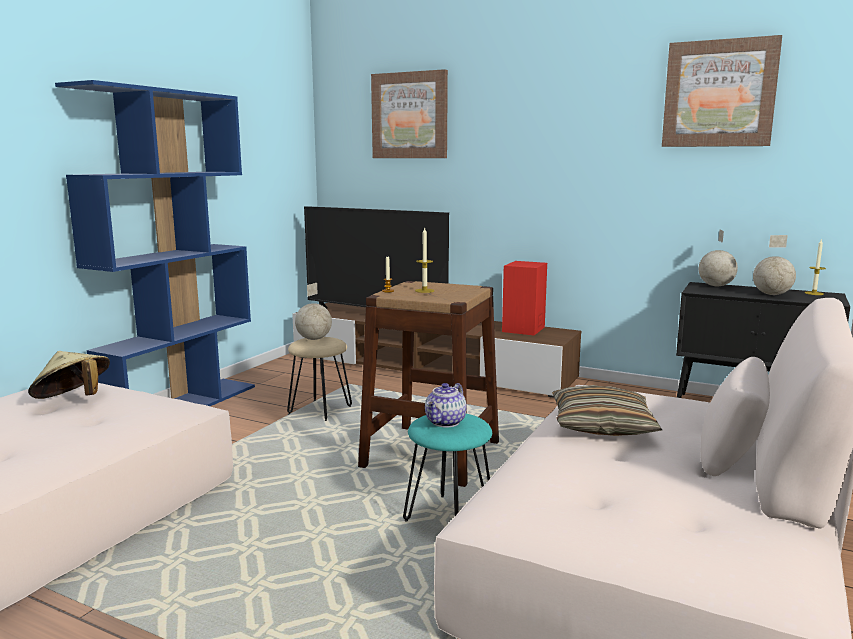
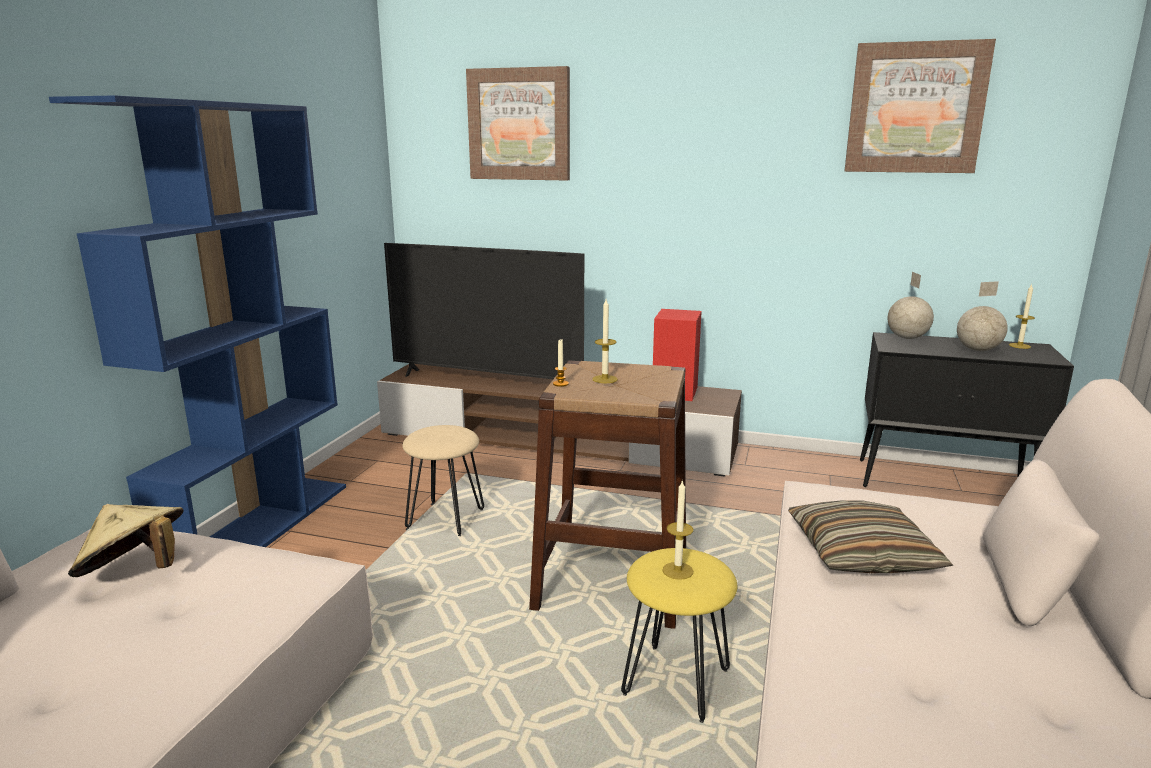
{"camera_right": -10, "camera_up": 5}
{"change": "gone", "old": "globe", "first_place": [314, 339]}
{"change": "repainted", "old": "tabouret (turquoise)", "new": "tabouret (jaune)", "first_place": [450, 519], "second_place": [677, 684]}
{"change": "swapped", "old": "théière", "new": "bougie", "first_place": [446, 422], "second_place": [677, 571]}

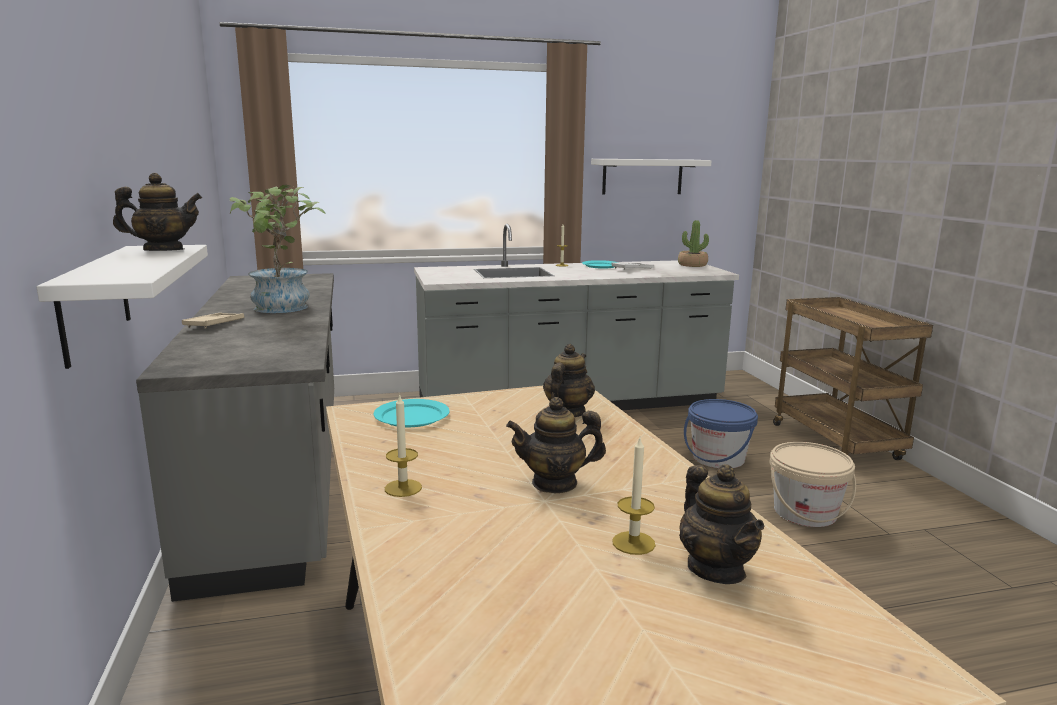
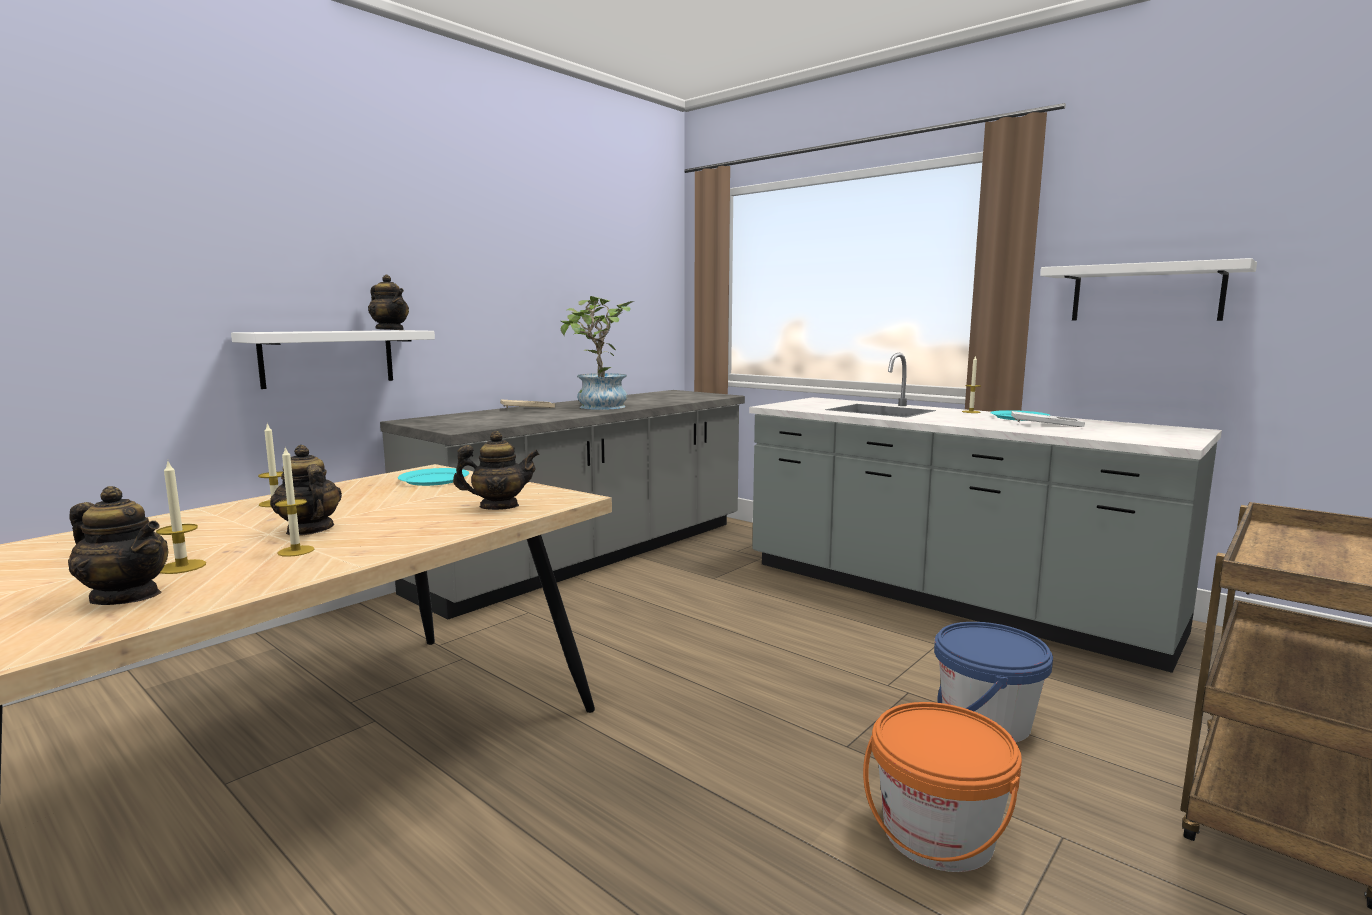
{"camera_right": 55, "camera_up": -5}
{"change": "gone", "old": "plante en pot", "first_place": [692, 265]}
{"change": "rotated", "old": "théière", "first_place": [716, 569], "second_place": [126, 597], "degrees": -105}
{"change": "repainted", "old": "seau (beige)", "new": "seau (orange)", "first_place": [805, 512], "second_place": [937, 834]}
{"change": "new", "new": "bougie", "second_place": [296, 551]}

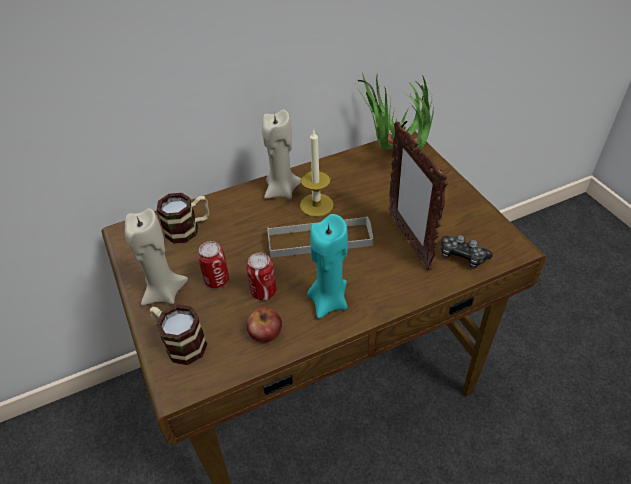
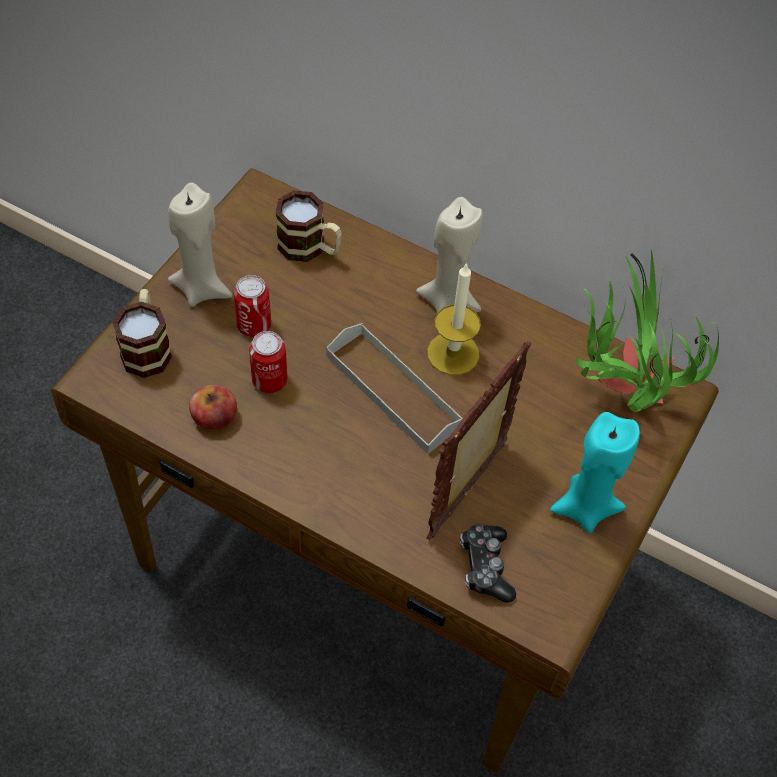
{"camera_right": 50, "camera_up": 10}
{"change": "shifted", "old": "bougie (turquoise)", "first_place": [328, 301], "second_place": [585, 507]}

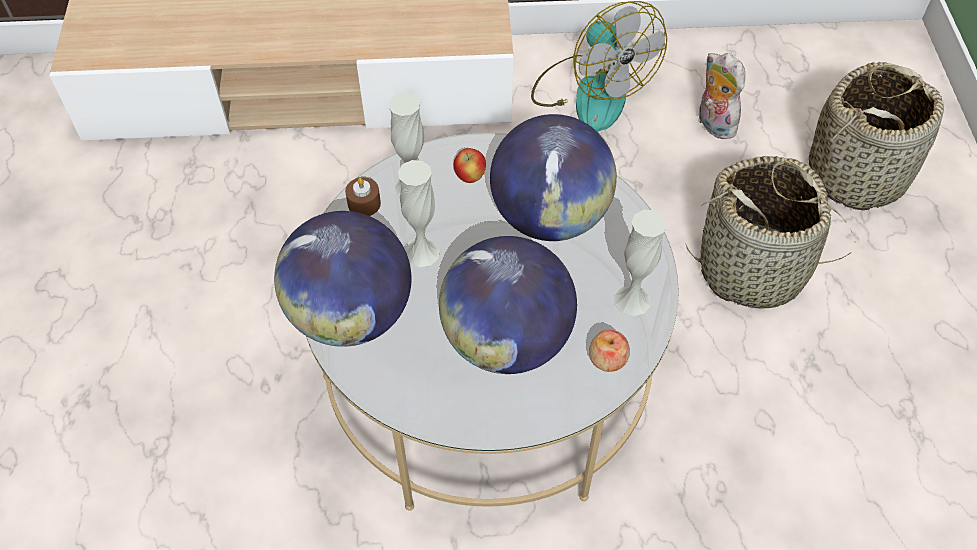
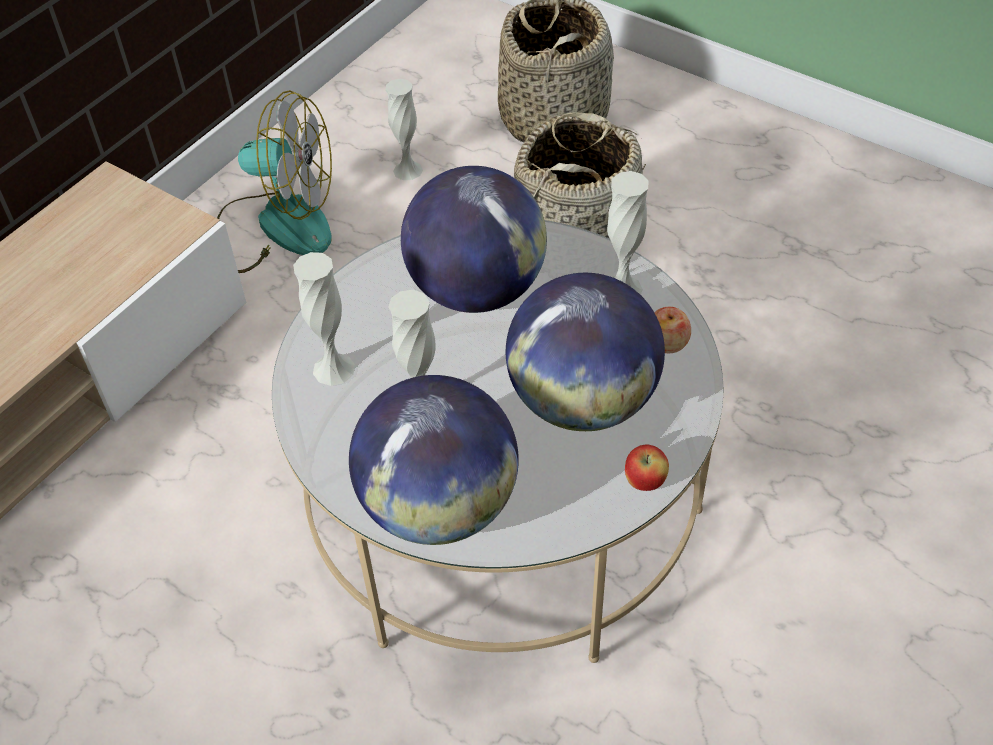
{"camera_right": -50, "camera_up": -5}
{"change": "gone", "old": "bougie (marron)", "first_place": [364, 203]}
{"change": "shifted", "old": "pomme", "first_place": [470, 177], "second_place": [645, 481]}
{"change": "swapped", "old": "peluche", "new": "vase (blanc)", "first_place": [712, 124], "second_place": [408, 170]}

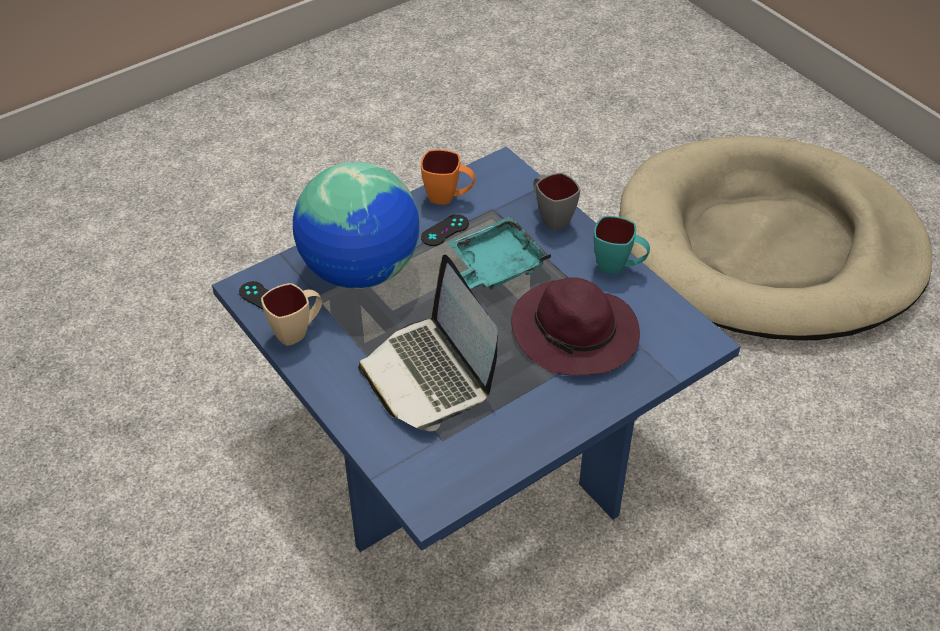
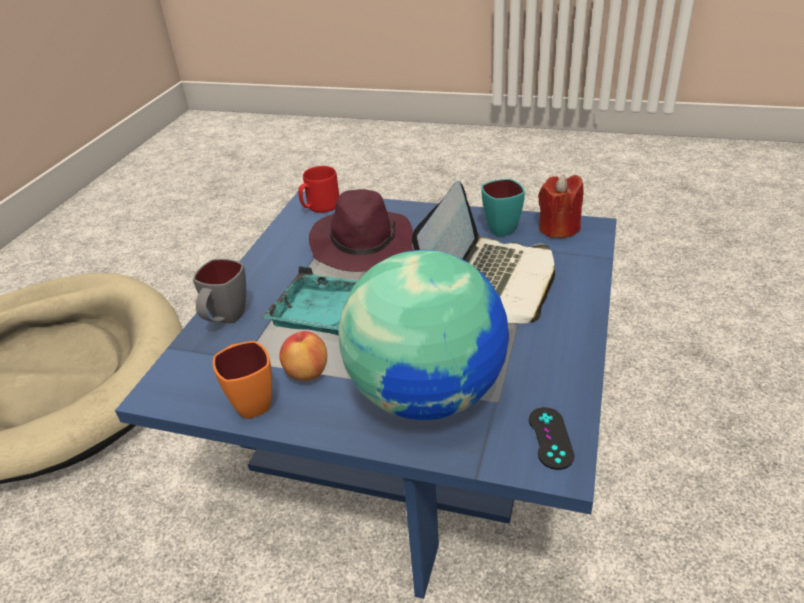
{"camera_right": -125, "camera_up": -10}
{"change": "gone", "old": "mug (beige)", "first_place": [297, 331]}
{"change": "swapped", "old": "manette (noir)", "new": "pomme", "first_place": [445, 230], "second_place": [307, 372]}
{"change": "shifted", "old": "mug (turquoise)", "first_place": [618, 267], "second_place": [498, 226]}
{"change": "new", "new": "mug (rouge)", "second_place": [320, 206]}
{"change": "new", "new": "bougie (rouge)", "second_place": [558, 228]}

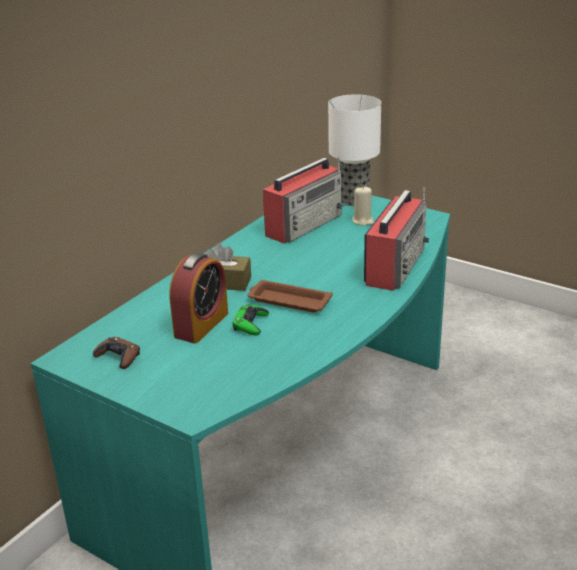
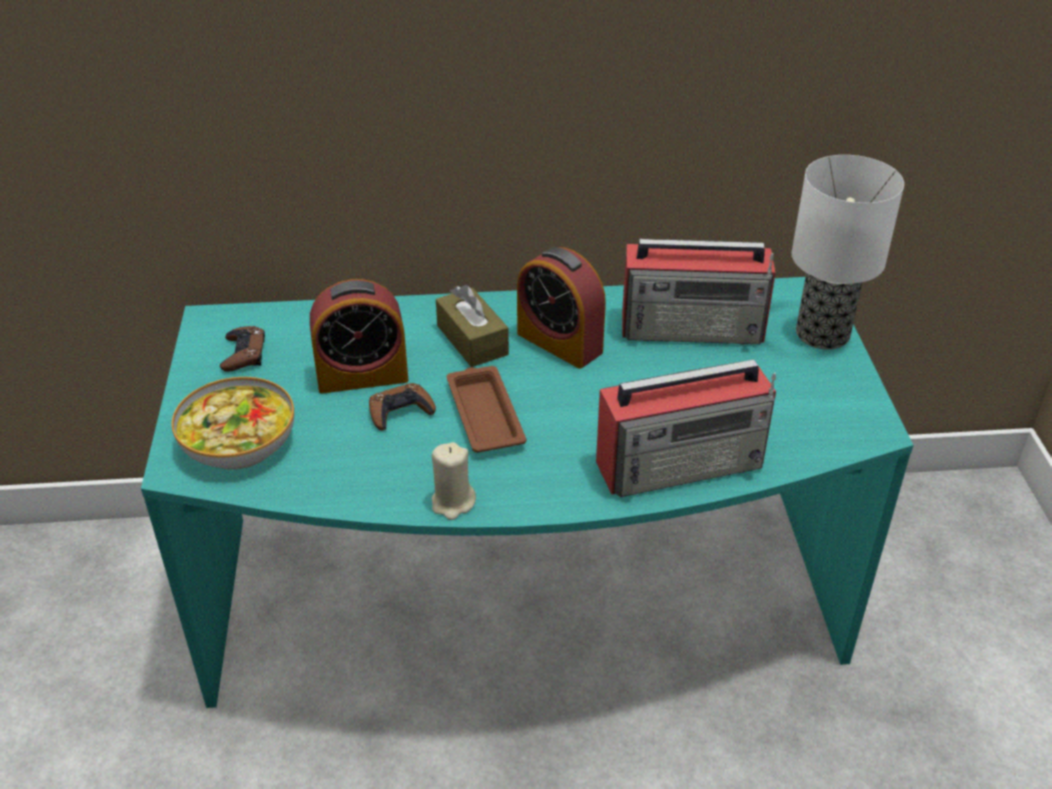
{"camera_right": 50, "camera_up": 10}
{"change": "repainted", "old": "manette (vert)", "new": "manette (marron)", "first_place": [250, 324], "second_place": [400, 412]}
{"change": "shifted", "old": "bougie (beige)", "first_place": [363, 221], "second_place": [453, 503]}
{"change": "new", "new": "bol", "second_place": [239, 443]}
{"change": "new", "new": "réveil", "second_place": [559, 342]}

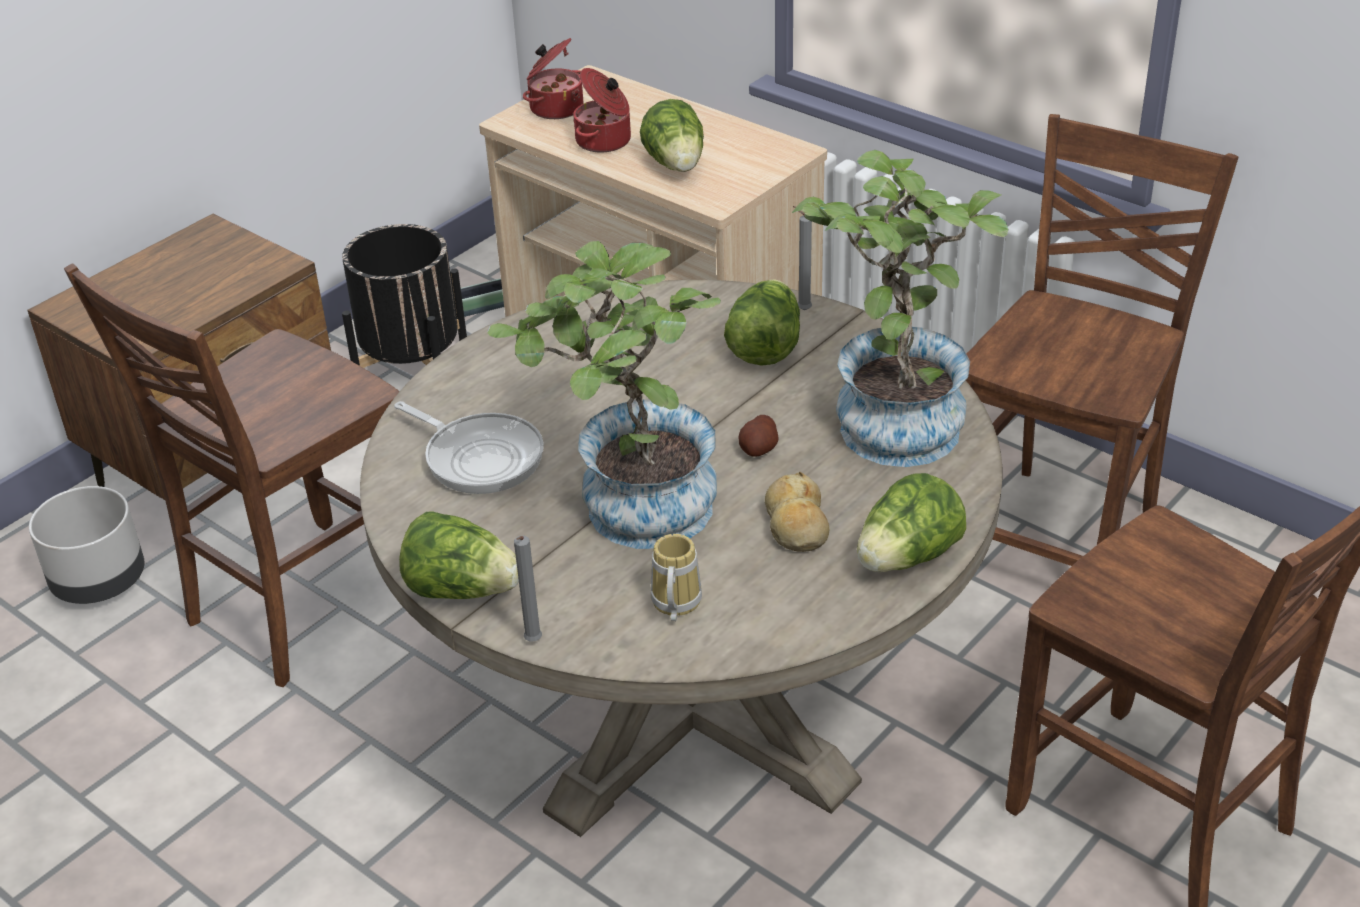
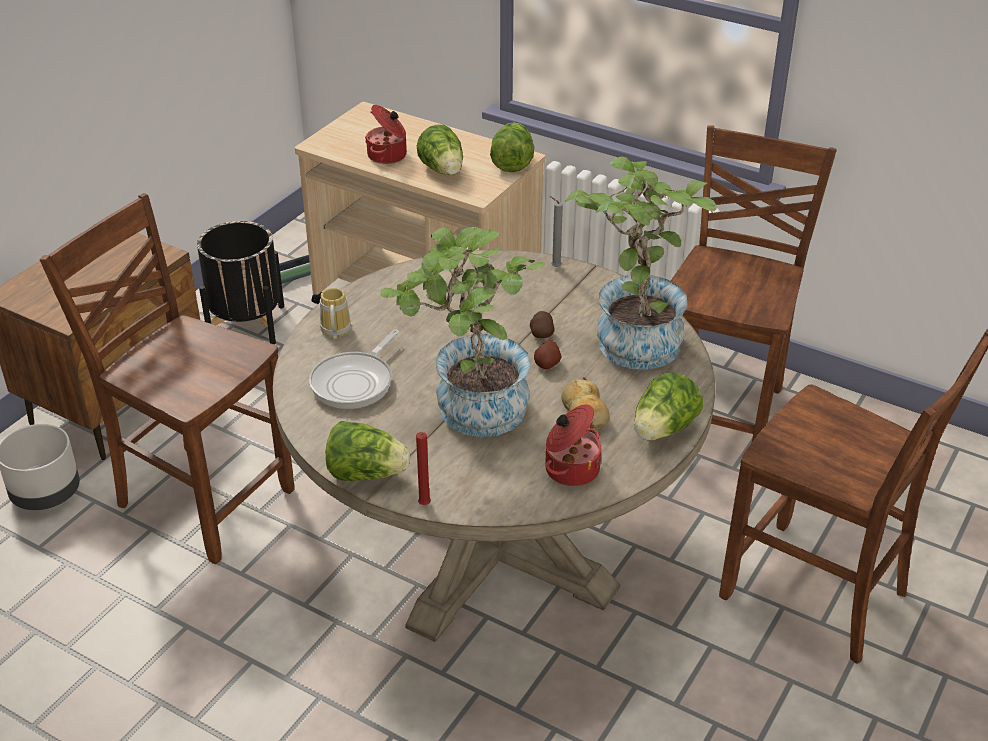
{"camera_right": -10, "camera_up": 0}
{"change": "rotated", "old": "chaise (marron)", "first_place": [303, 605], "second_place": [202, 498], "degrees": 90}
{"change": "rotated", "old": "poêle", "first_place": [479, 457], "second_place": [355, 382], "degrees": 90}
{"change": "repainted", "old": "bougie (gris)", "new": "bougie (rouge)", "first_place": [532, 643], "second_place": [424, 506]}
{"change": "shifted", "old": "marmite", "first_place": [555, 108], "second_place": [570, 469]}
{"change": "shifted", "old": "mug", "first_place": [673, 605], "second_place": [334, 332]}
{"change": "shifted", "old": "laitue", "first_place": [765, 347], "second_place": [512, 163]}
{"change": "new", "new": "pomme de terre", "second_place": [541, 333]}

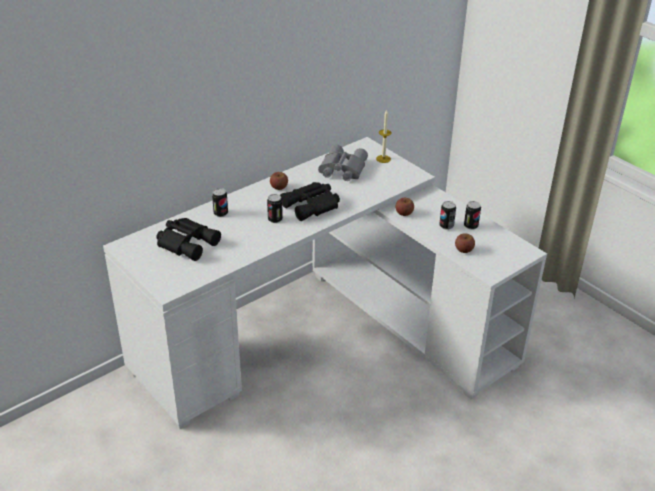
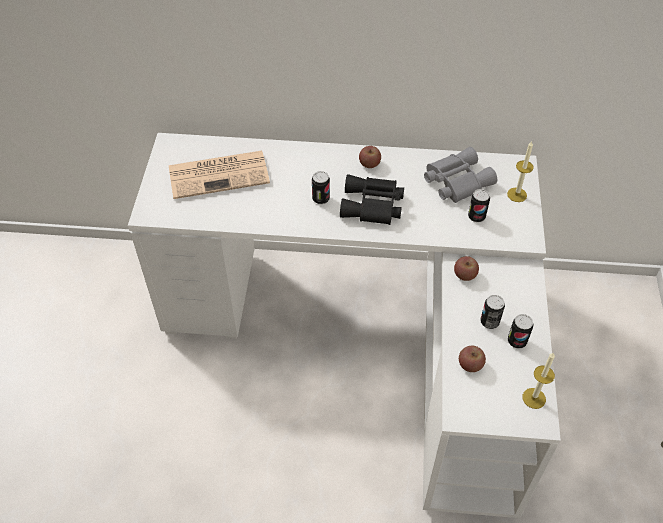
{"camera_right": 45, "camera_up": 15}
{"change": "swapped", "old": "jumelles (noir)", "new": "journal", "first_place": [187, 242], "second_place": [220, 174]}
{"change": "shifted", "old": "boîte métallique", "first_place": [220, 213], "second_place": [476, 216]}
{"change": "new", "new": "bougie", "second_place": [534, 398]}

